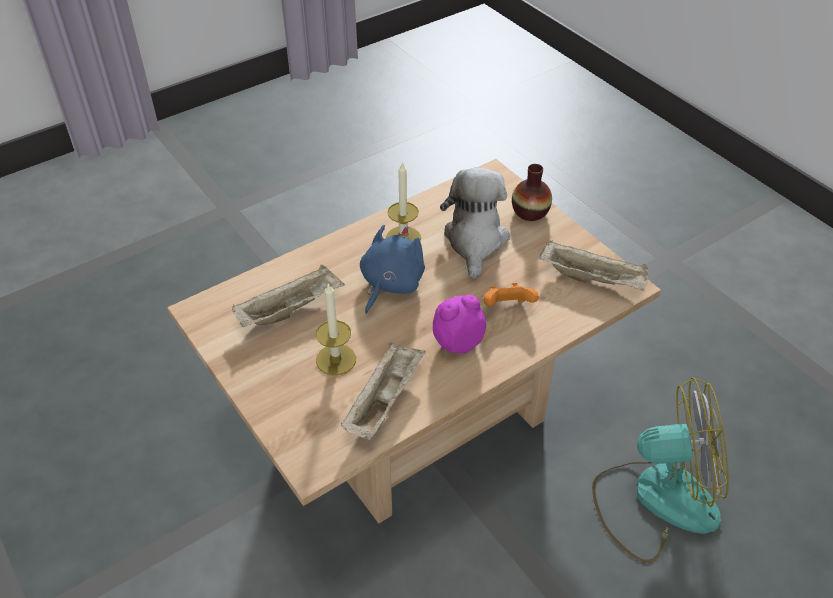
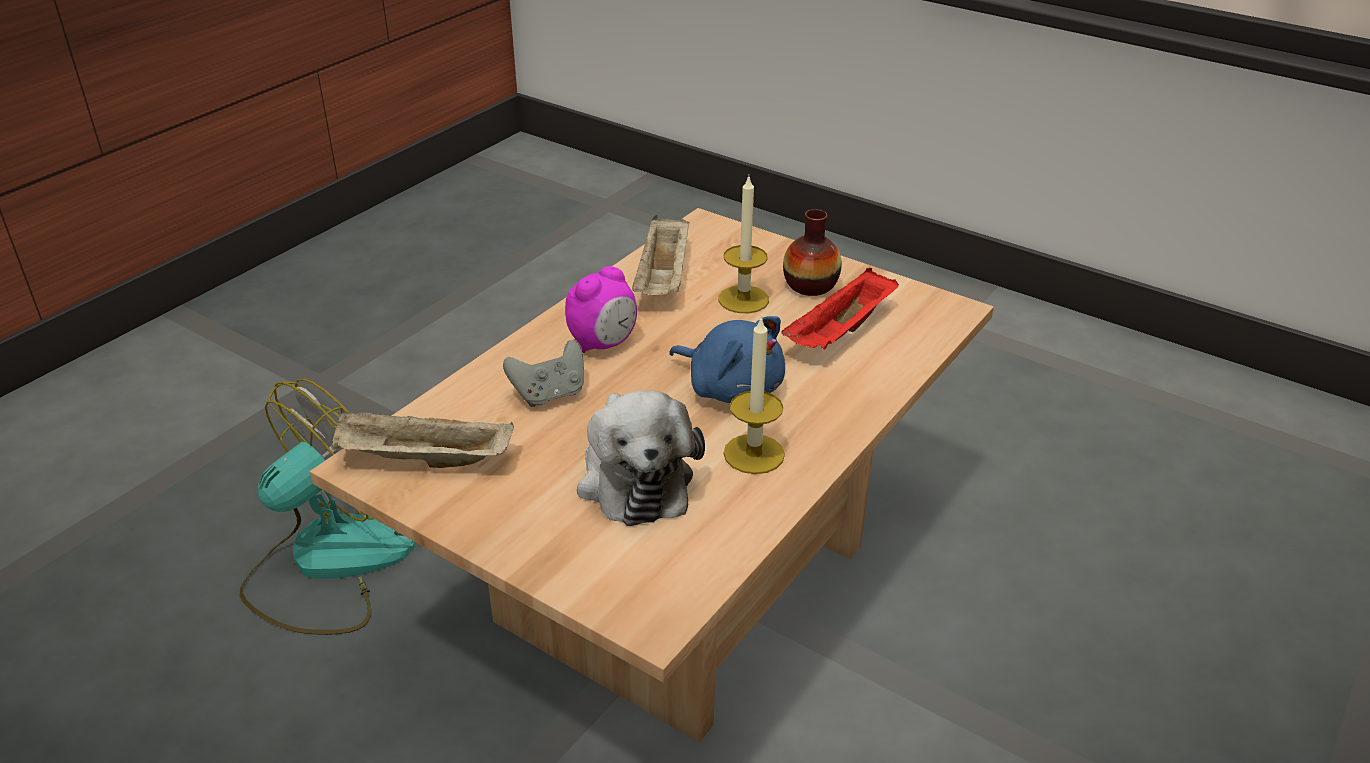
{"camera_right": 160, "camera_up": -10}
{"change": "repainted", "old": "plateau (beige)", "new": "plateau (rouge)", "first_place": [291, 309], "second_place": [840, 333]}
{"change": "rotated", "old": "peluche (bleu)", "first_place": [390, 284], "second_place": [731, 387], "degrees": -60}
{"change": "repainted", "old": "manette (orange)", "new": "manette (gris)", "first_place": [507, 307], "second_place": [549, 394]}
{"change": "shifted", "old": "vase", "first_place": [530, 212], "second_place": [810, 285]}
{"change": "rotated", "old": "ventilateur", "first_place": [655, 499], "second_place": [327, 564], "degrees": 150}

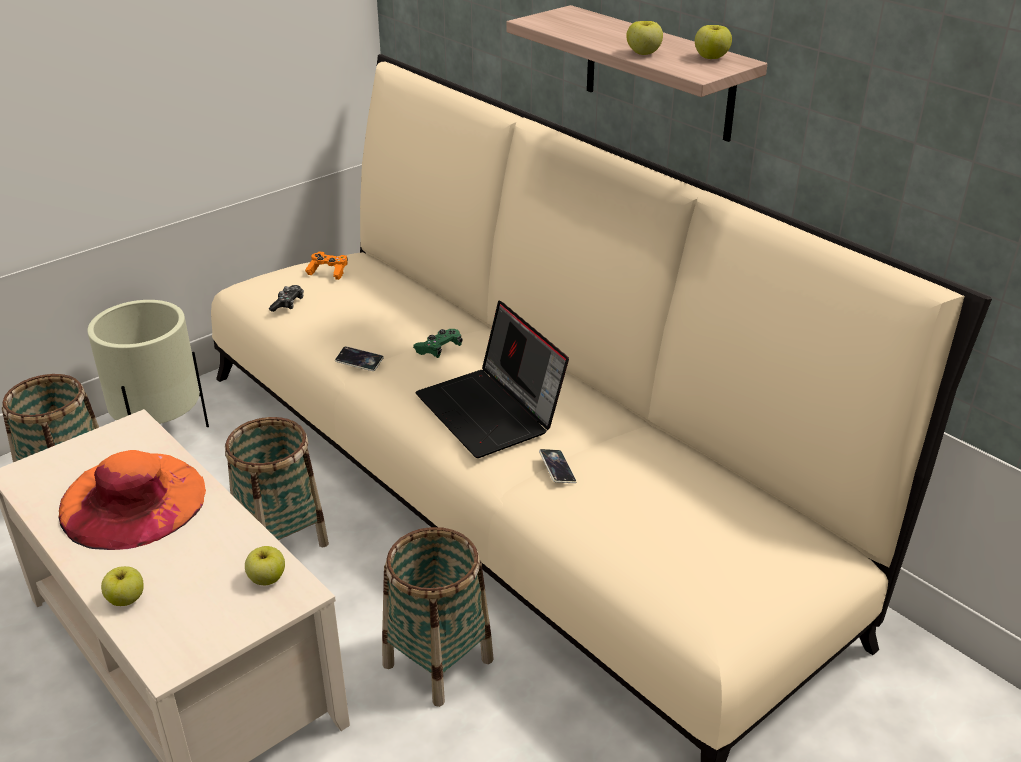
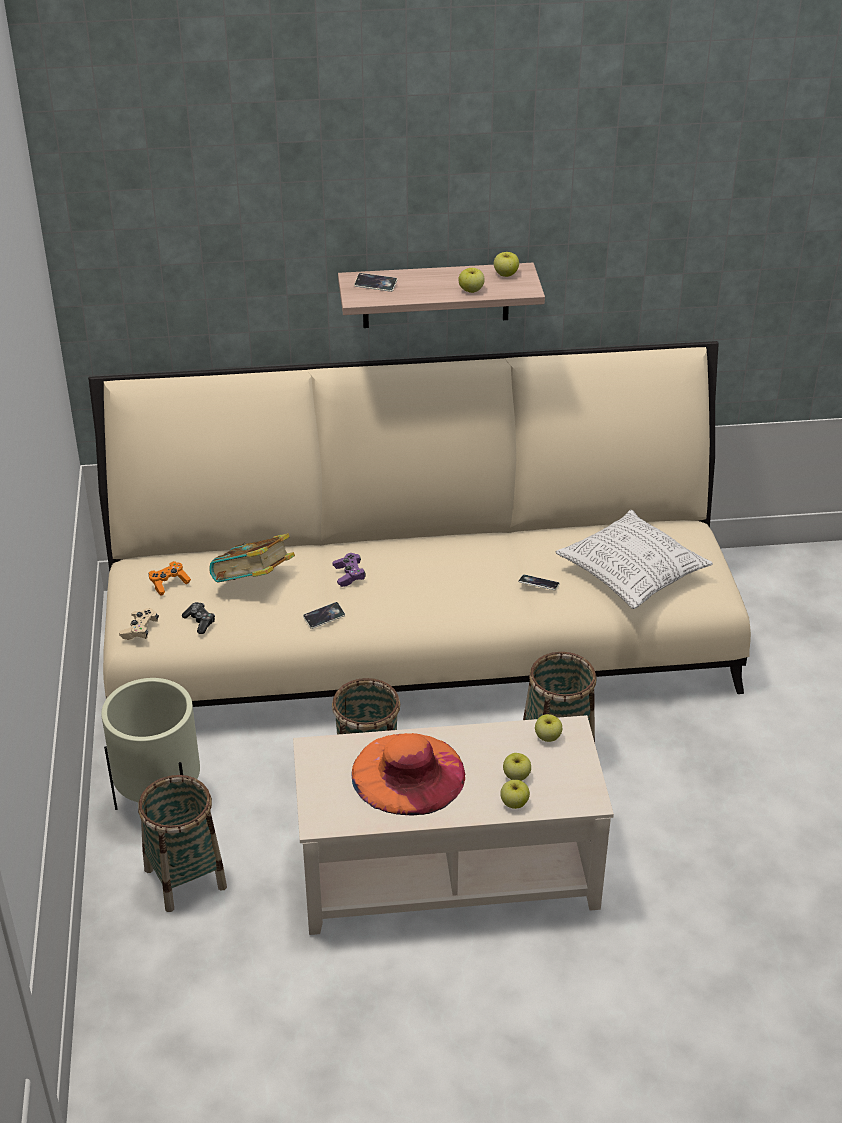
{"camera_right": -55, "camera_up": 5}
{"change": "repainted", "old": "manette (vert)", "new": "manette (violet)", "first_place": [439, 349], "second_place": [349, 575]}
{"change": "gone", "old": "ordinateur portable", "first_place": [492, 412]}
{"change": "new", "new": "manette (beige)", "second_place": [140, 630]}
{"change": "new", "new": "livre", "second_place": [253, 584]}
{"change": "new", "new": "téléphone", "second_place": [375, 285]}
{"change": "new", "new": "pomme", "second_place": [516, 776]}
{"change": "new", "new": "coussin", "second_place": [631, 573]}

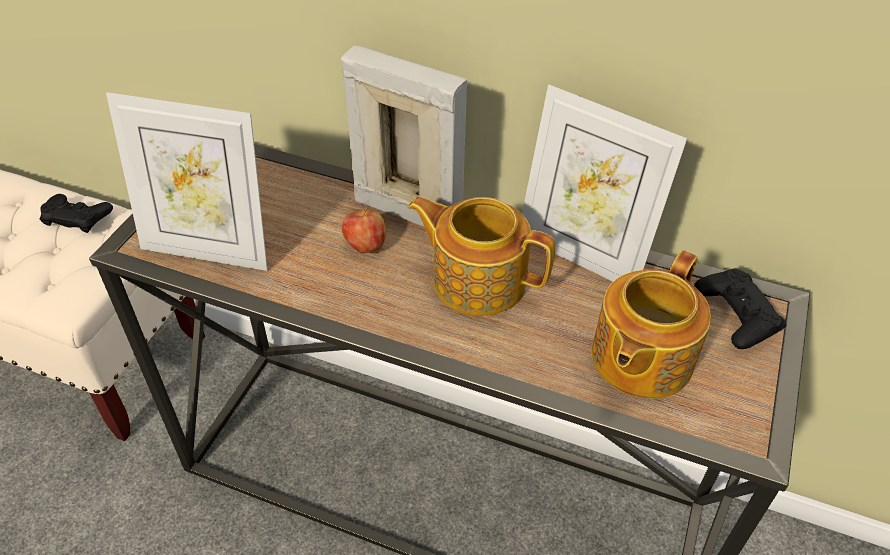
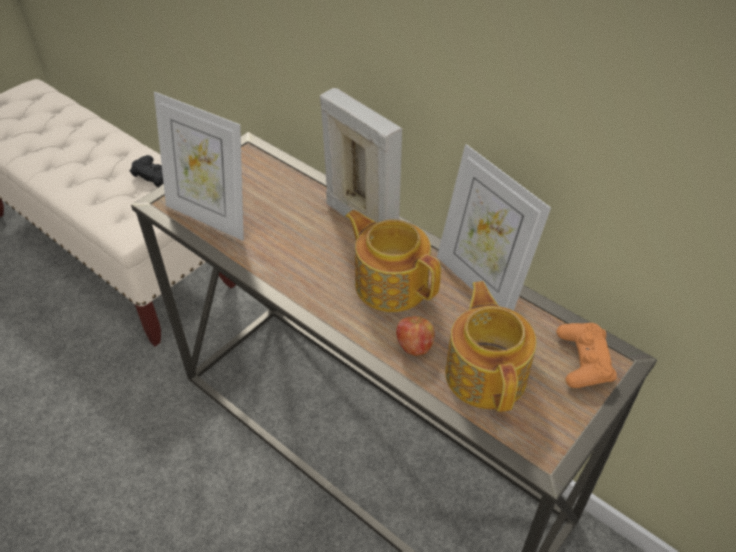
{"camera_right": 20, "camera_up": 0}
{"change": "shifted", "old": "pomme", "first_place": [365, 246], "second_place": [414, 347]}
{"change": "rotated", "old": "théière", "first_place": [639, 358], "second_place": [486, 373], "degrees": 120}
{"change": "repainted", "old": "manette (noir)", "new": "manette (orange)", "first_place": [736, 314], "second_place": [583, 360]}

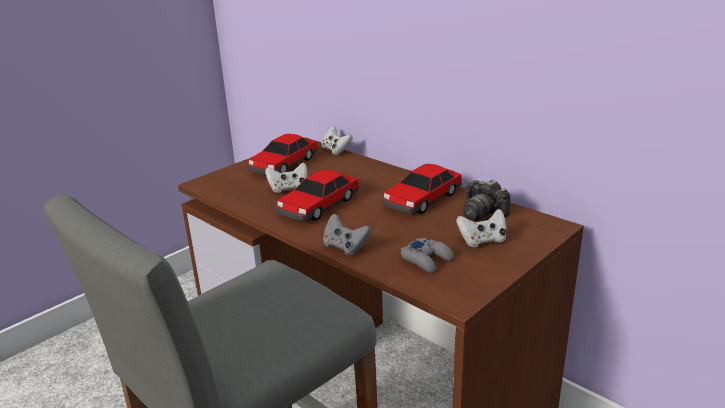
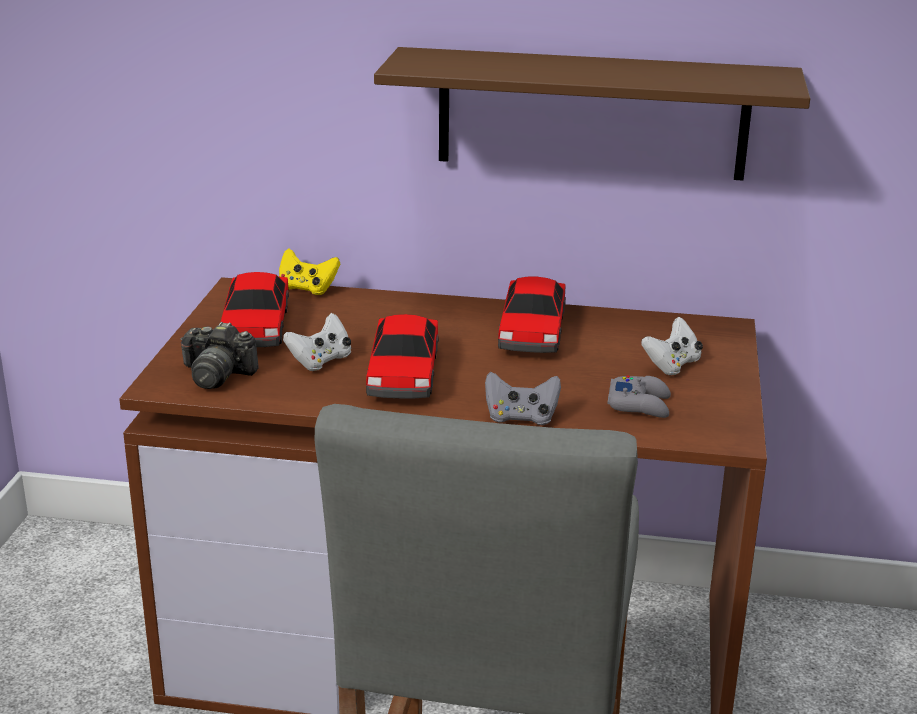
{"camera_right": -35, "camera_up": 0}
{"change": "repainted", "old": "manette (blanc)", "new": "manette (jaune)", "first_place": [336, 150], "second_place": [307, 289]}
{"change": "shifted", "old": "appareil photo", "first_place": [482, 213], "second_place": [217, 375]}
{"change": "new", "new": "étagère (marron)", "second_place": [592, 114]}

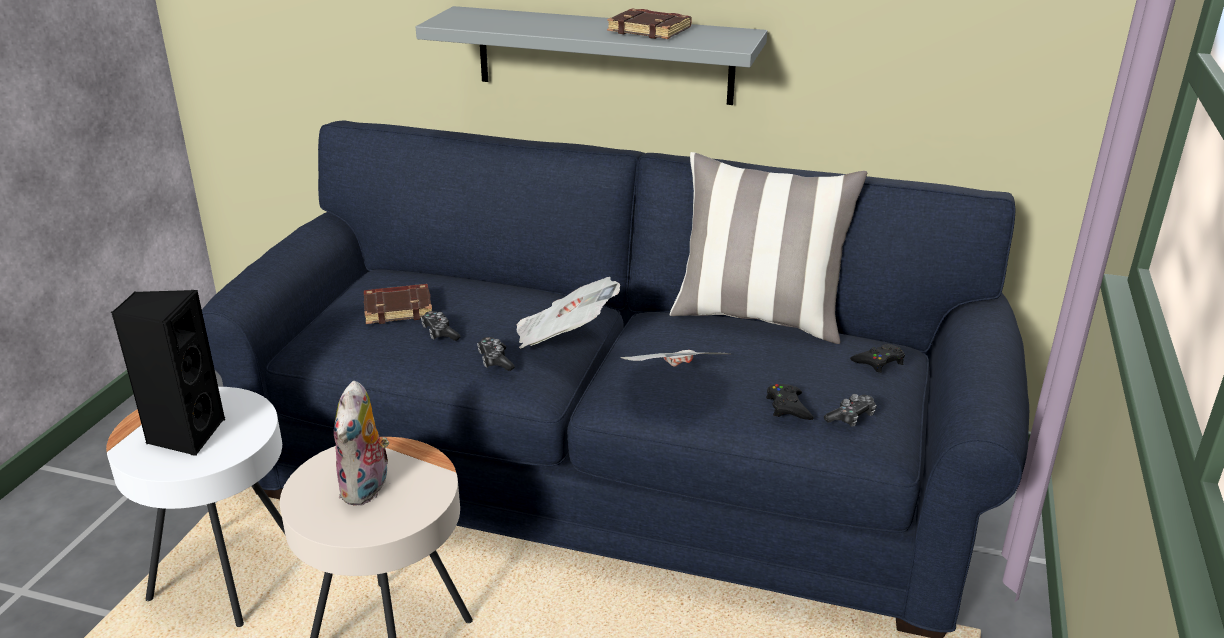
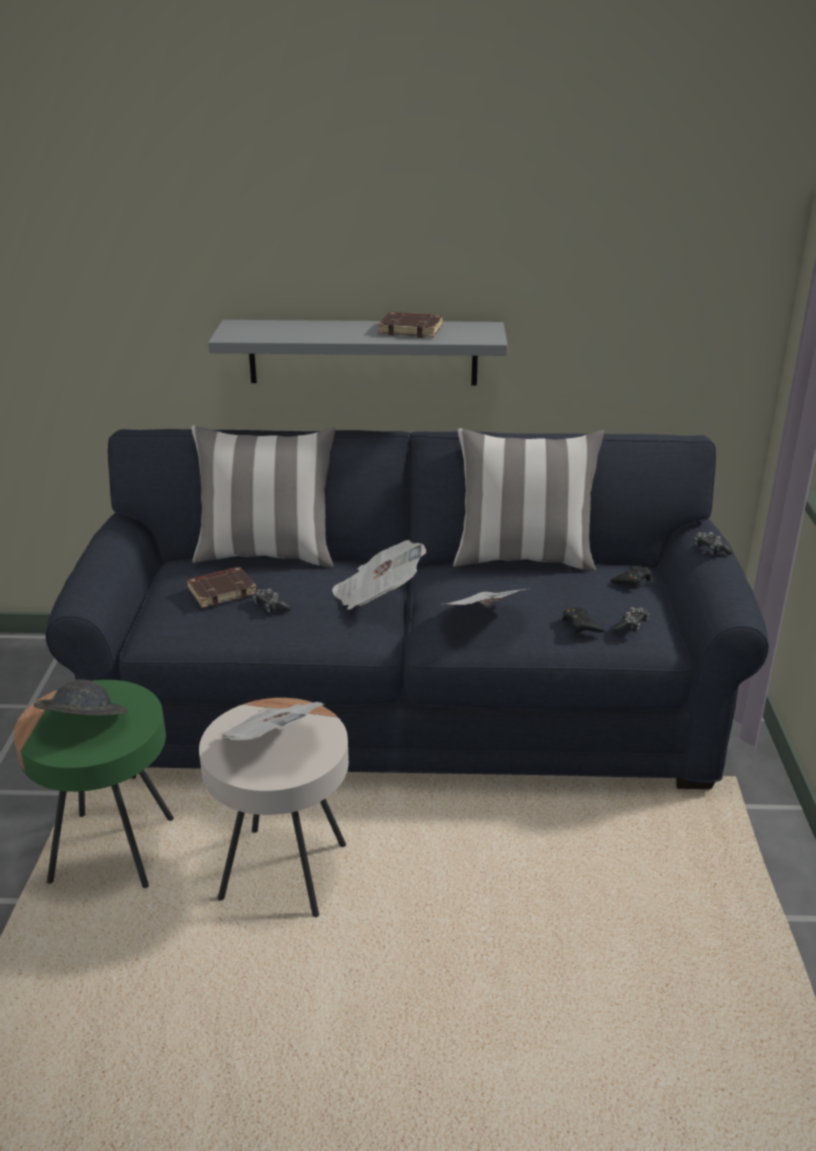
{"camera_right": -15, "camera_up": 0}
{"change": "repainted", "old": "table d'appoint (blanc)", "new": "table d'appoint (vert)", "first_place": [228, 577], "second_place": [112, 850]}
{"change": "swapped", "old": "enceinte (noir)", "new": "chapeau (gris)", "first_place": [185, 434], "second_place": [83, 725]}
{"change": "swapped", "old": "peluche", "new": "journal", "first_place": [367, 489], "second_place": [272, 742]}
{"change": "shifted", "old": "manette", "first_place": [495, 361], "second_place": [710, 549]}
{"change": "new", "new": "coussin", "second_place": [267, 555]}

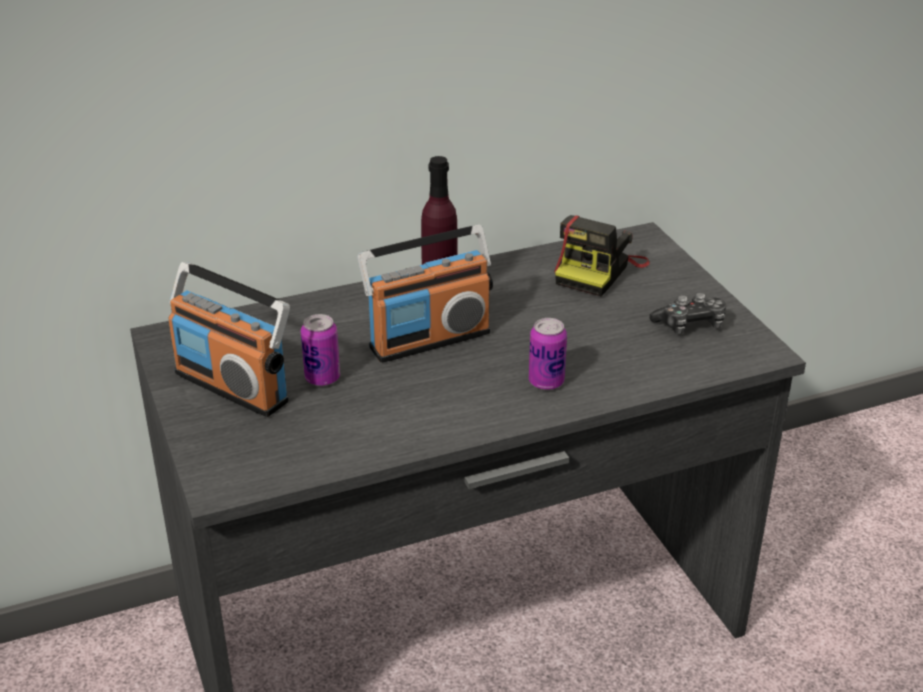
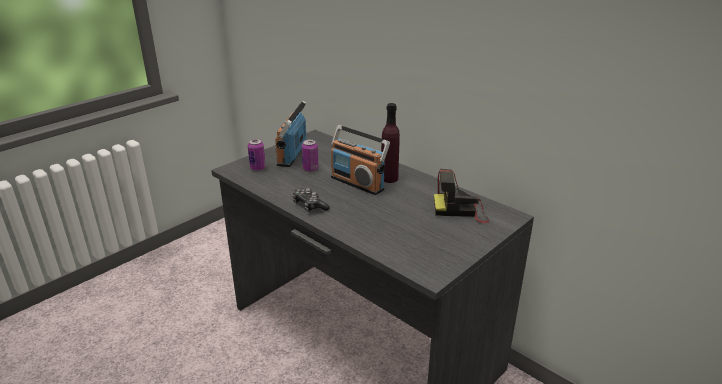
{"camera_right": 65, "camera_up": -5}
{"change": "shifted", "old": "boîte métallique", "first_place": [546, 382], "second_place": [258, 168]}
{"change": "shifted", "old": "manette", "first_place": [690, 325], "second_place": [309, 206]}

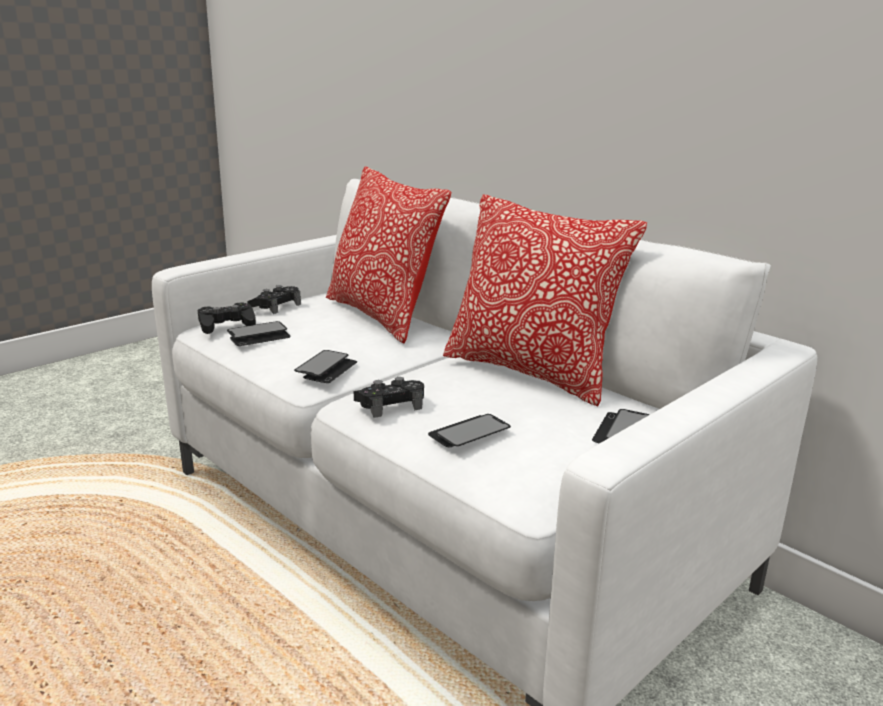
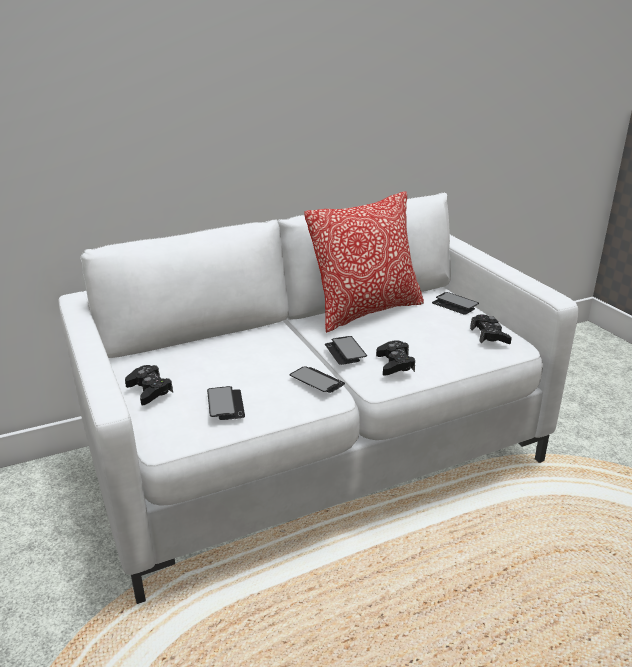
{"camera_right": -70, "camera_up": 5}
{"change": "shifted", "old": "manette (noir)", "first_place": [226, 325], "second_place": [489, 335]}
{"change": "gone", "old": "coussin", "first_place": [381, 316]}
{"change": "shifted", "old": "téléphone", "first_place": [469, 433], "second_place": [345, 351]}

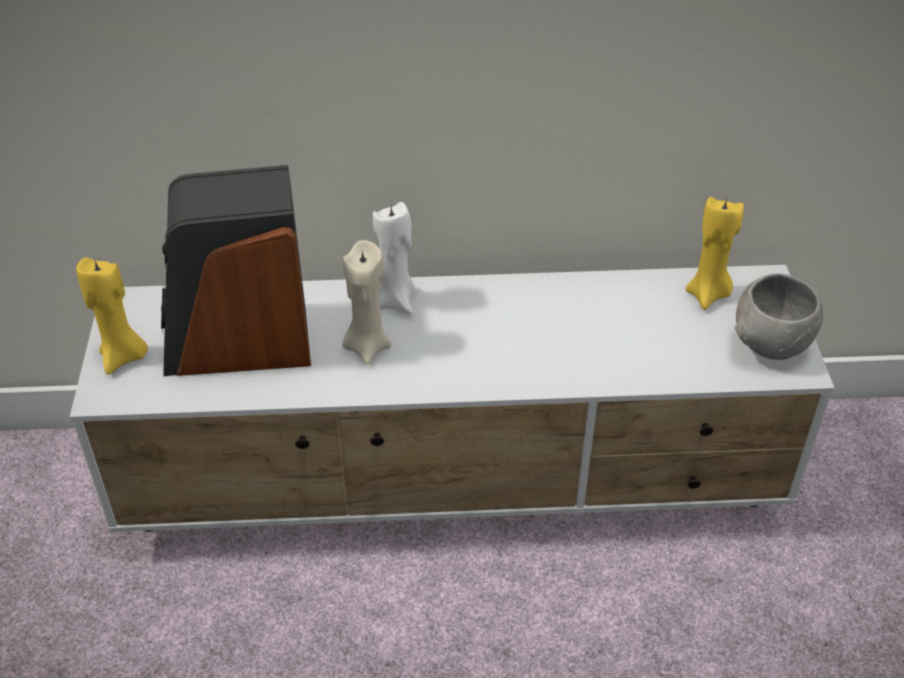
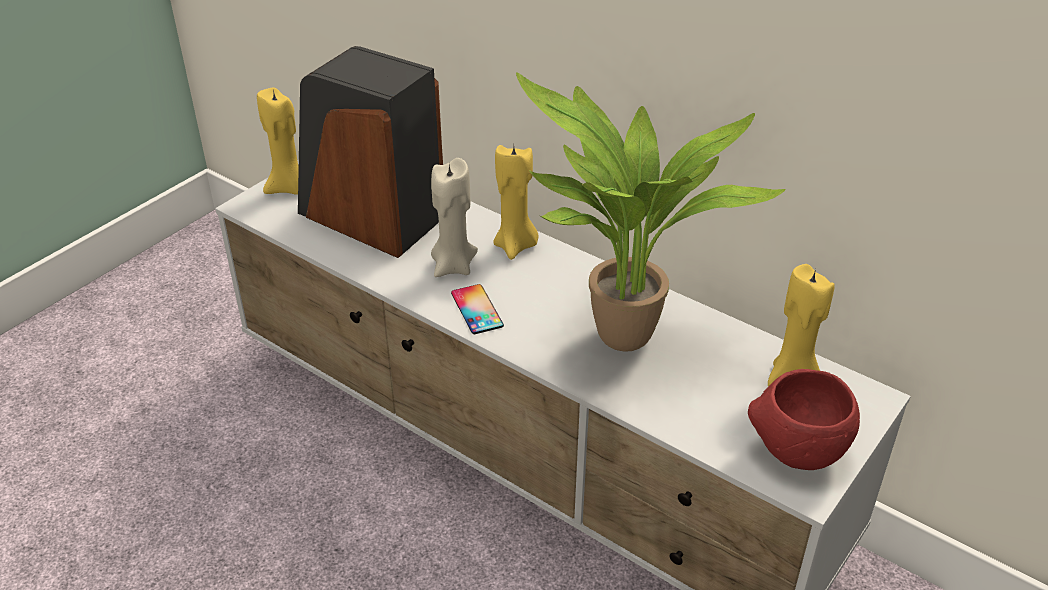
{"camera_right": 40, "camera_up": -5}
{"change": "repainted", "old": "bougie (blanc)", "new": "bougie (jaune)", "first_place": [397, 300], "second_place": [516, 246]}
{"change": "repainted", "old": "bol (gris)", "new": "bol (rouge)", "first_place": [768, 347], "second_place": [797, 453]}
{"change": "new", "new": "téléphone", "second_place": [477, 309]}
{"change": "new", "new": "plante en pot", "second_place": [620, 343]}

